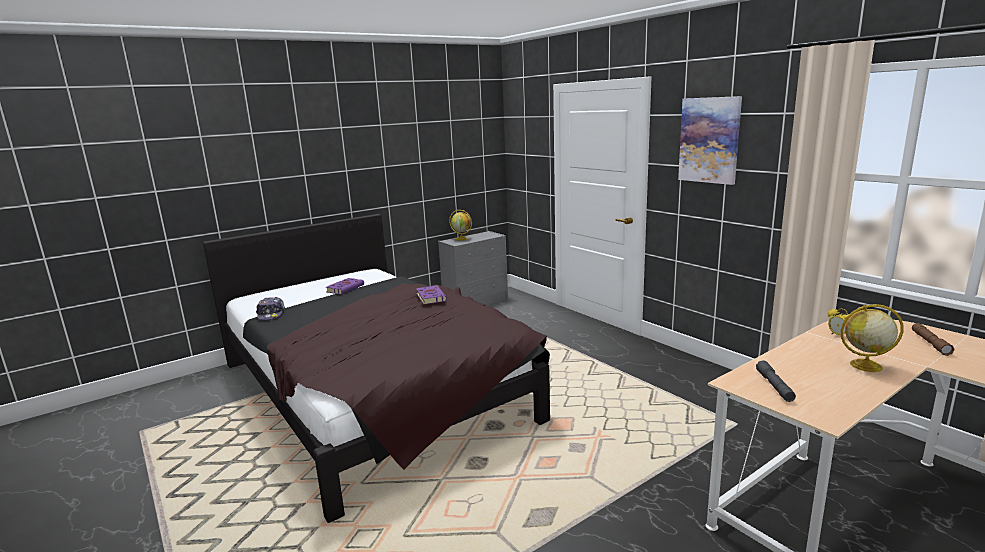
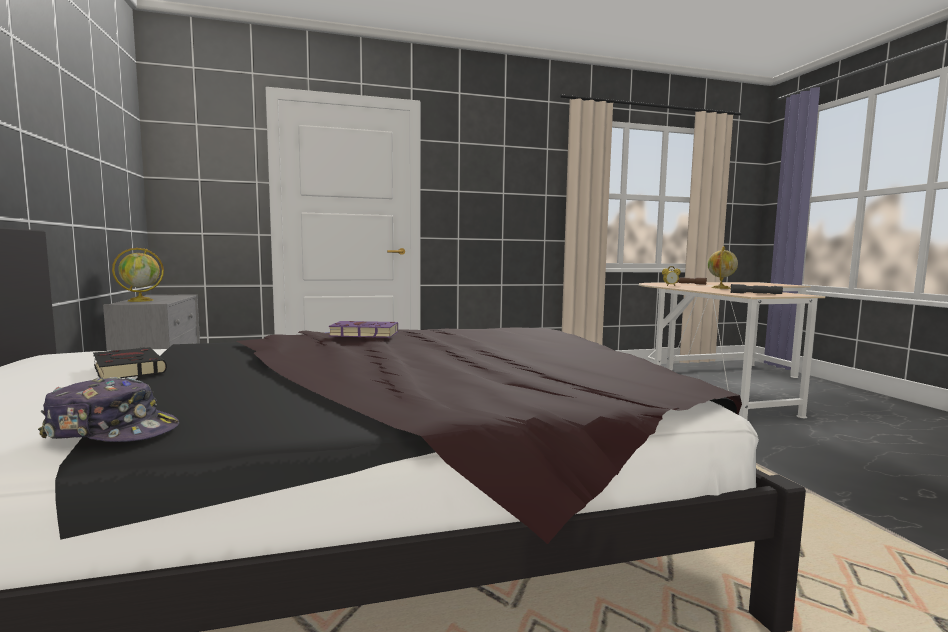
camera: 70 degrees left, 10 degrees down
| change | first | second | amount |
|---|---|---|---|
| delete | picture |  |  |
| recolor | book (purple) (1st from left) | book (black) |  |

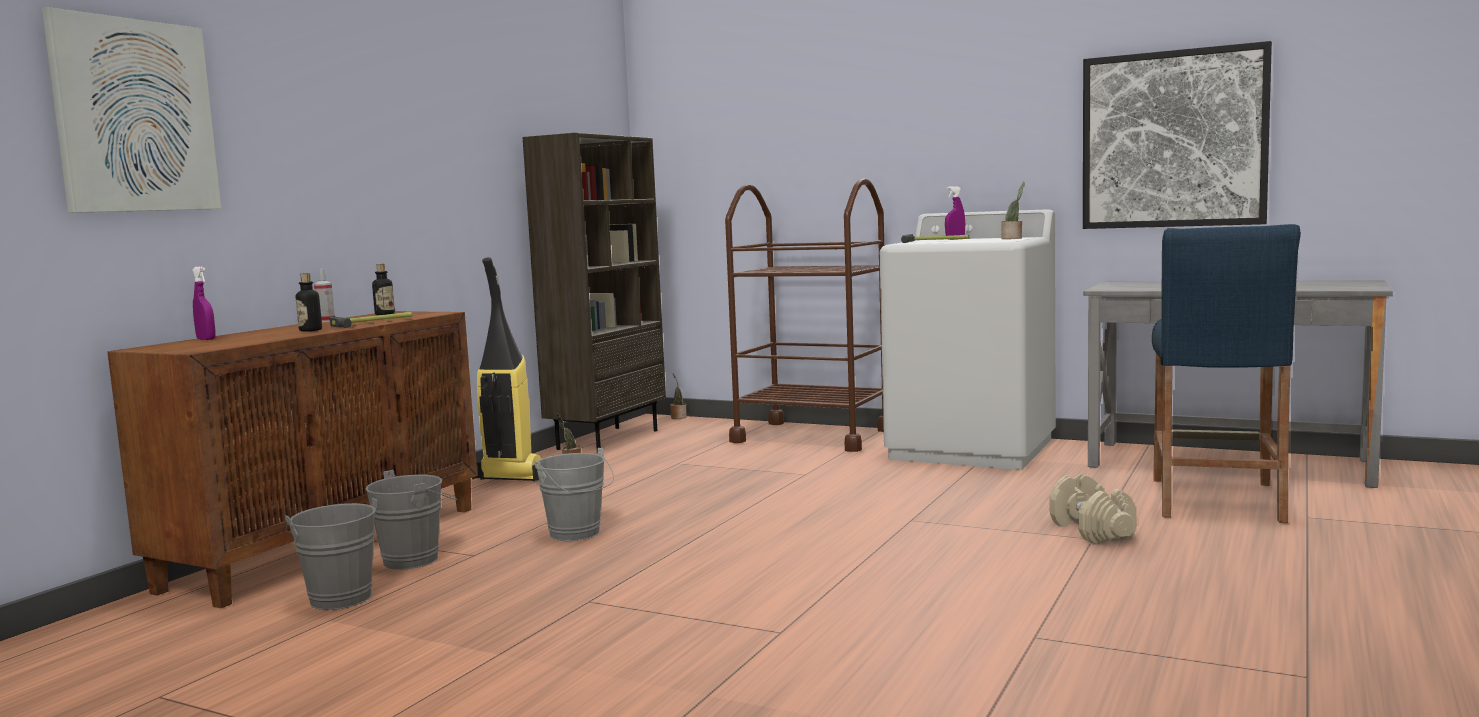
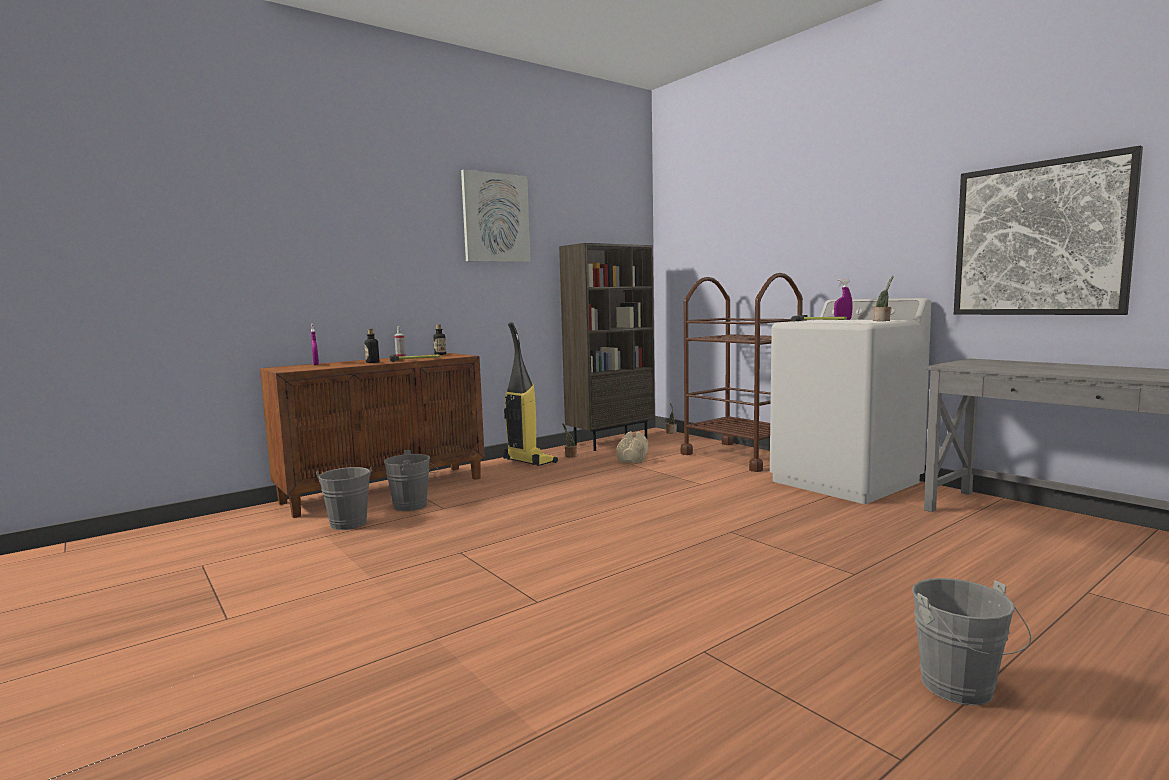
camera: 25 degrees right, 0 degrees up
| change | first | second | amount |
|---|---|---|---|
| delete | stool (blue) |  |  |
| move | picture (1st from left) |  |  |
| move | bucket (grey) (3rd from left) |  |  |
| move | dumbbell (beige) |  |  |

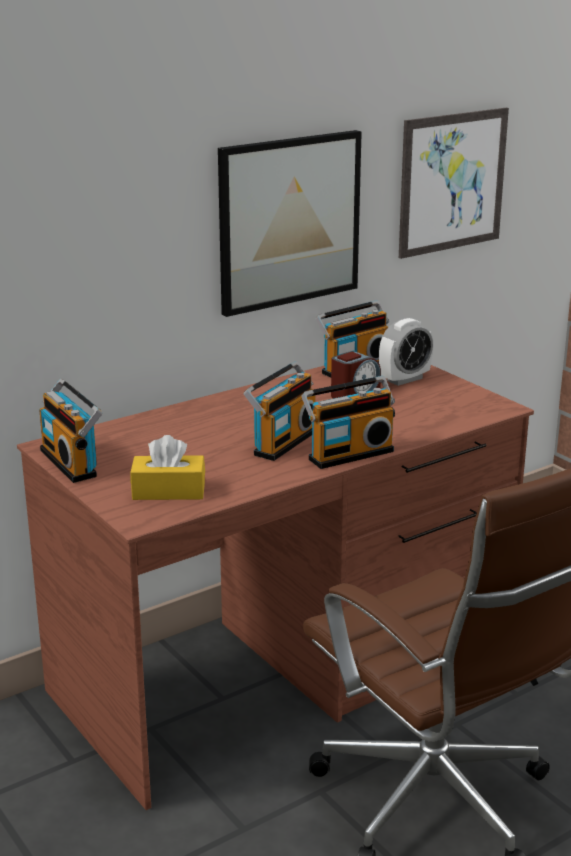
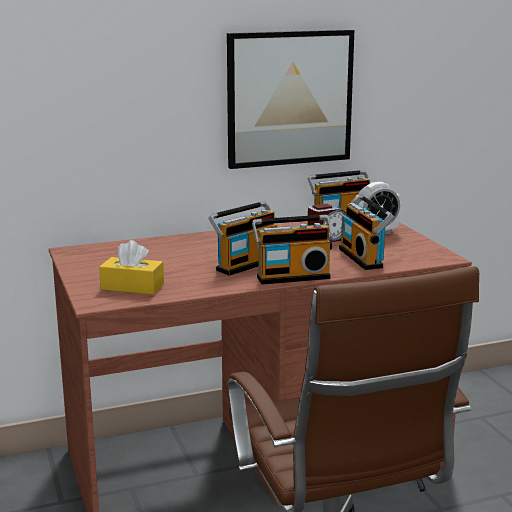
camera: 15 degrees right, 5 degrees down
| change | first | second | amount |
|---|---|---|---|
| delete | picture (2nd from left) |  |  |
| move | radio (1st from left in the first image) | radio (4th from left) |  |

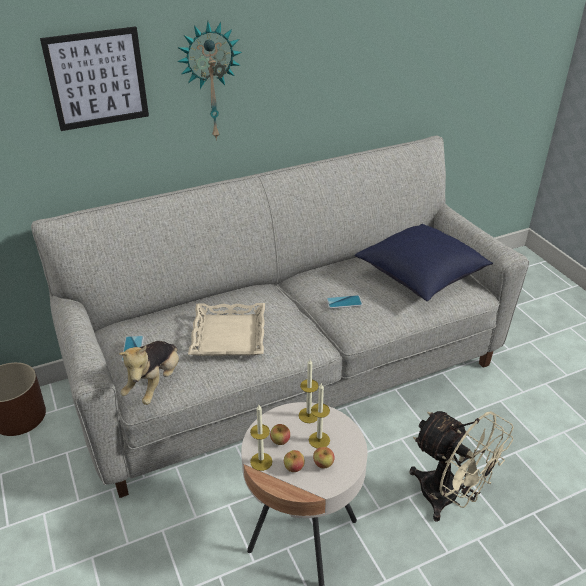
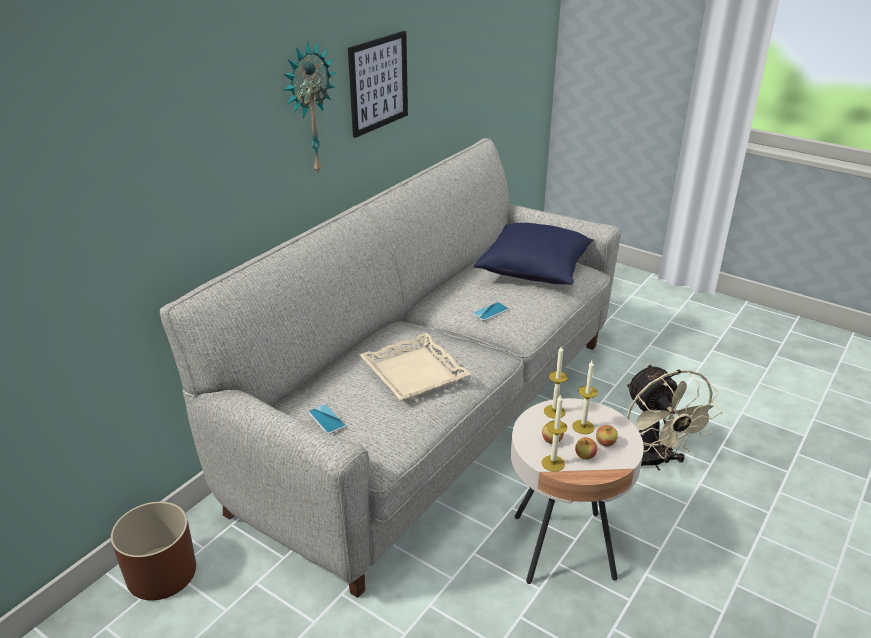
camera: 30 degrees left, 5 degrees down
| change | first | second | amount |
|---|---|---|---|
| delete | plush toy |  |  |
| move | picture |  |  |
| rotate | fan (beige) |  | 60 degrees clockwise |

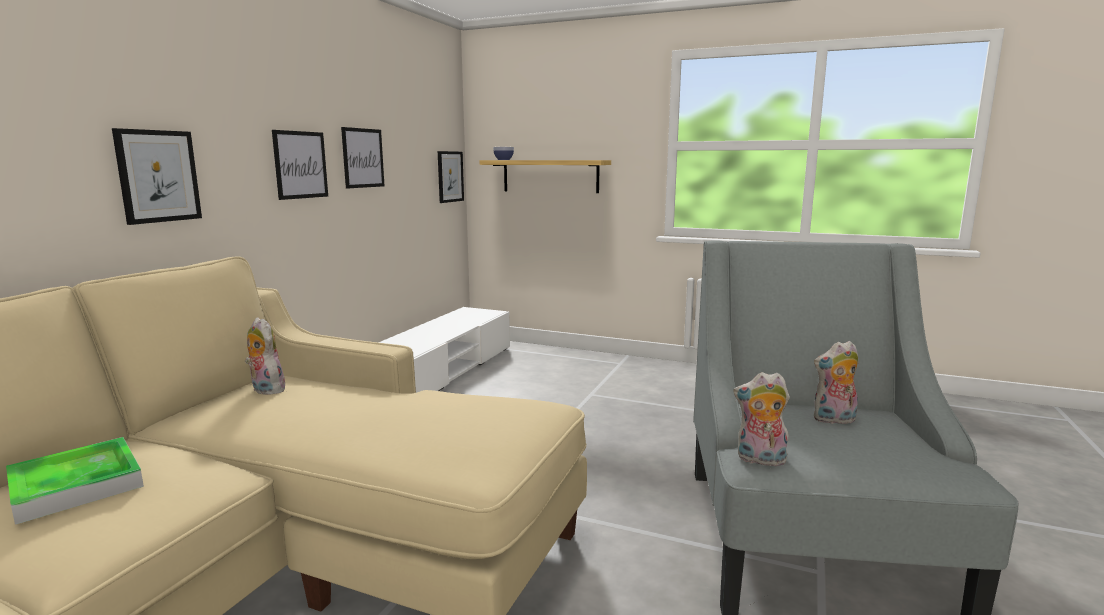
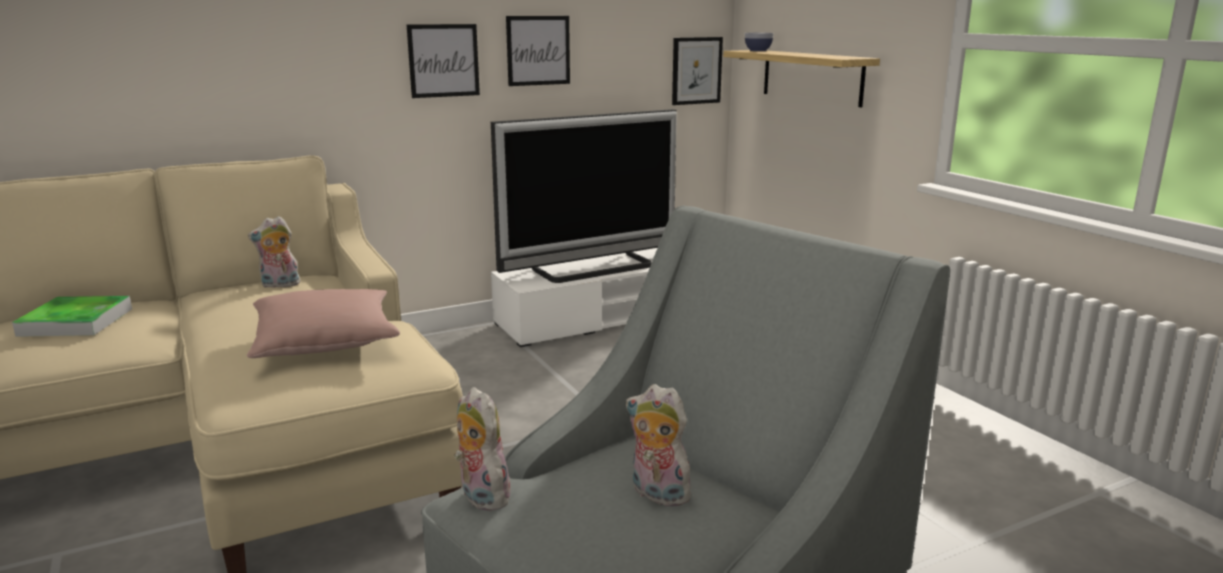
camera: 40 degrees right, 5 degrees up
| change | first | second | amount |
|---|---|---|---|
| delete | picture (1st from left) |  |  |
| insert |  | pillow (pink) |  |
| insert |  | television |  |
| rotate | plush toy (1st from left) |  | 105 degrees counterclockwise |

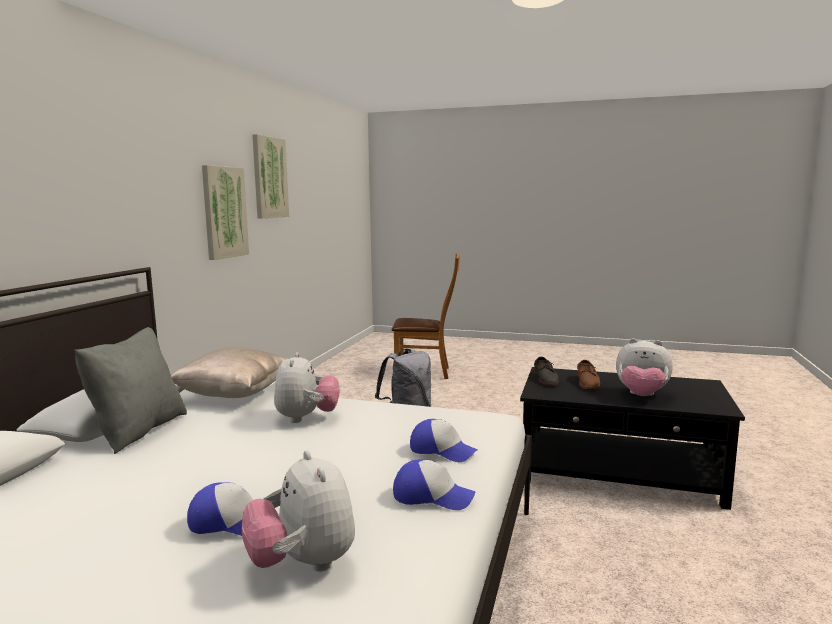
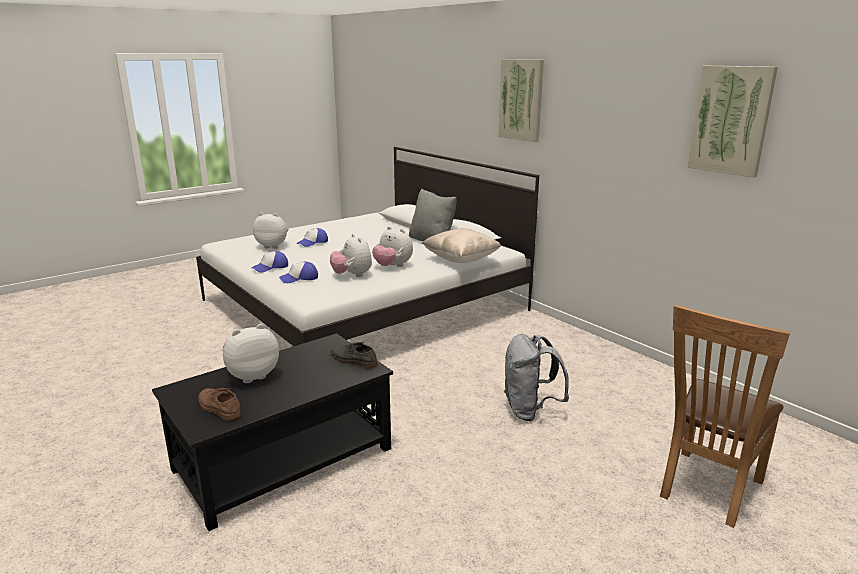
camera: 125 degrees right, 10 degrees up
| change | first | second | amount |
|---|---|---|---|
| insert |  | plush toy (3rd from left) |  |
| move | picture (1st from left) |  |  |
| move | shoe (brown) |  |  |

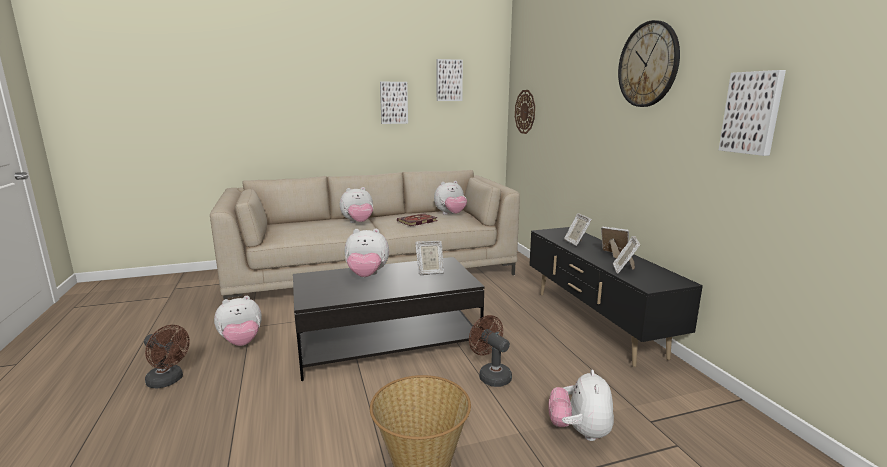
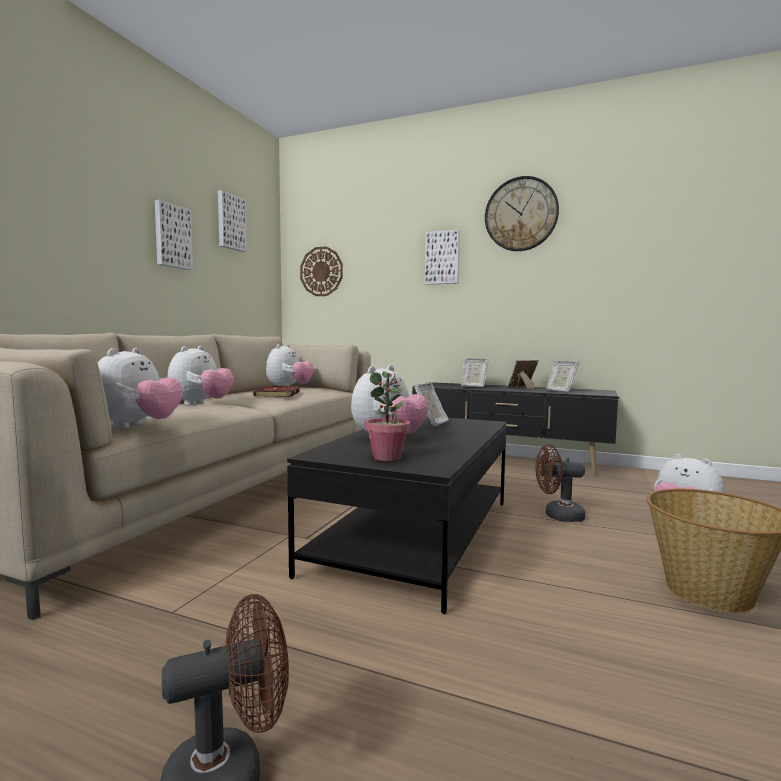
camera: 50 degrees left, 10 degrees down
| change | first | second | amount |
|---|---|---|---|
| insert |  | potted plant |  |
| move | plush toy (1st from left) |  |  |
| move | picture (3rd from left) |  |  |

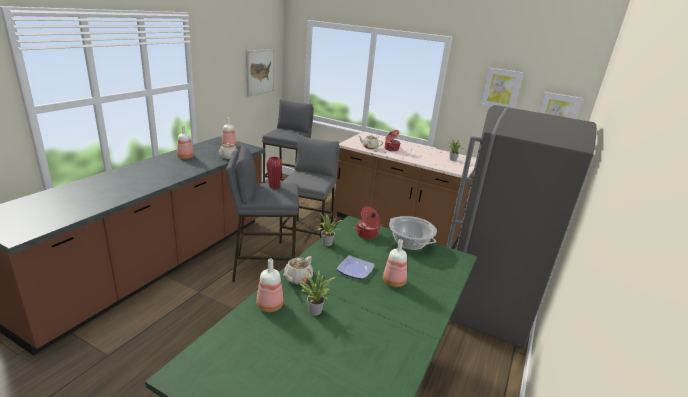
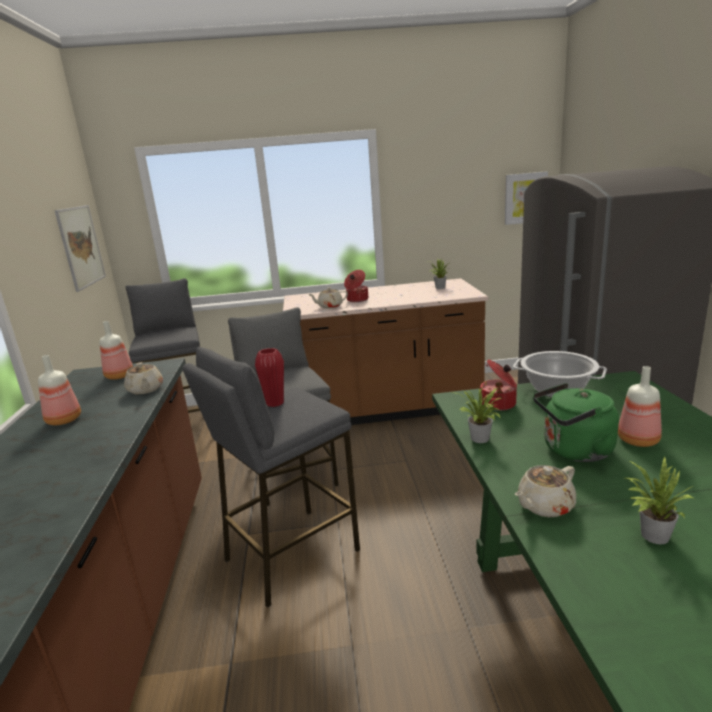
camera: 30 degrees left, 5 degrees down
| change | first | second | amount |
|---|---|---|---|
| delete | bottle (3rd from left) |  |  |
| delete | picture (2nd from left) |  |  |
| replace | plate | kettle (green) |  |
| rotate | teapot (beige) (2nd from left in the first image) | teapot (beige) (3rd from left) | 60 degrees clockwise |

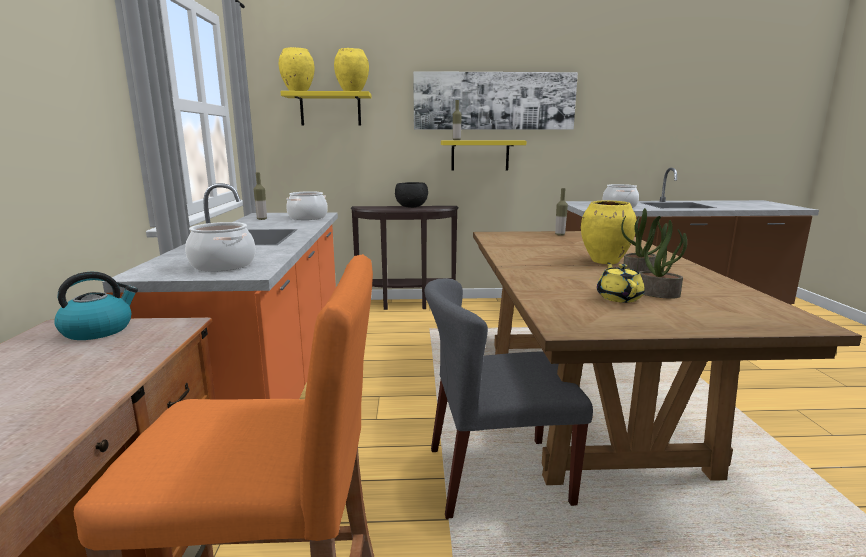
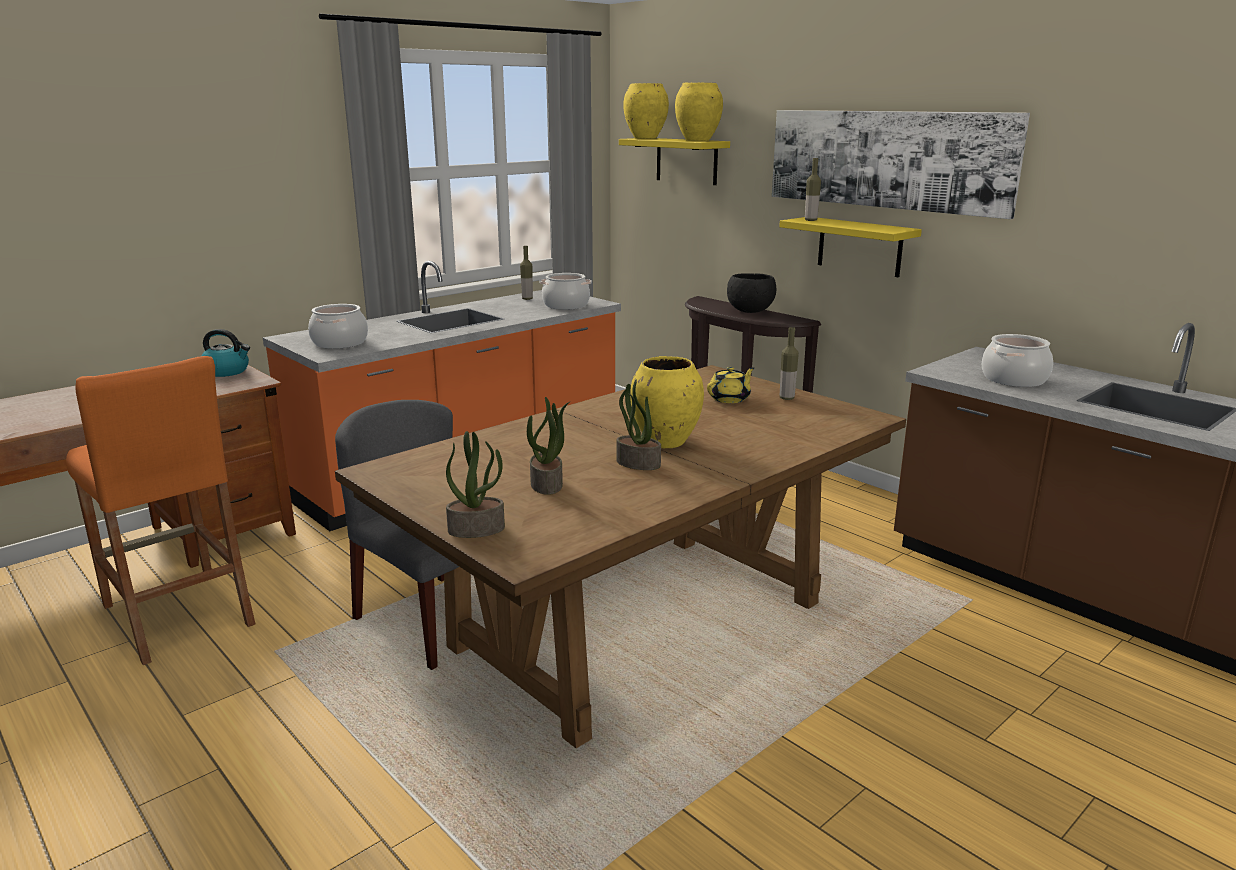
camera: 50 degrees right, 5 degrees up
| change | first | second | amount |
|---|---|---|---|
| insert |  | potted plant (1st from left) |  |
| move | teapot (yellow) |  |  |

